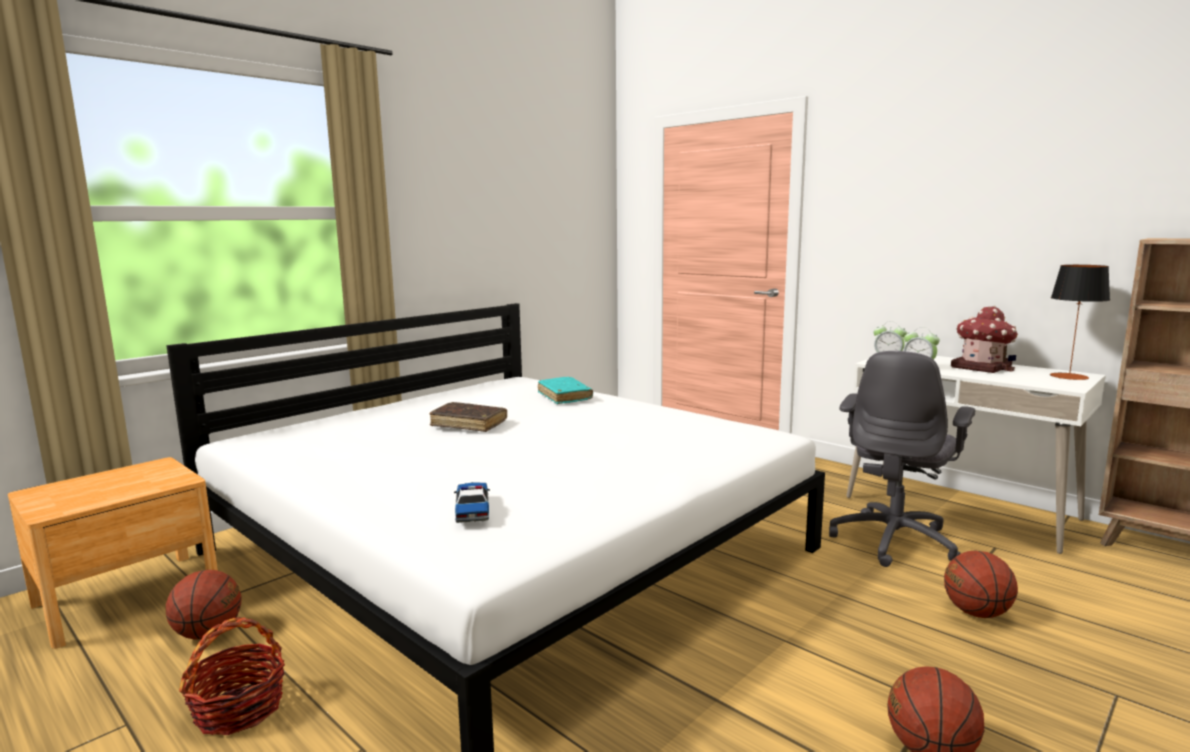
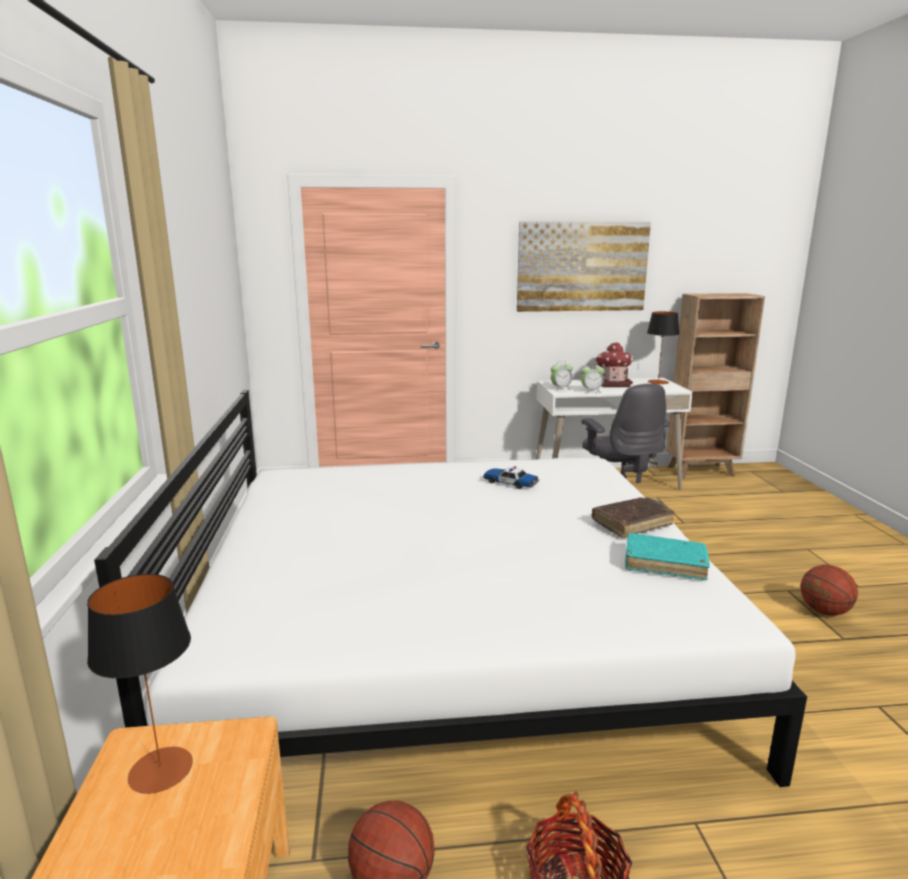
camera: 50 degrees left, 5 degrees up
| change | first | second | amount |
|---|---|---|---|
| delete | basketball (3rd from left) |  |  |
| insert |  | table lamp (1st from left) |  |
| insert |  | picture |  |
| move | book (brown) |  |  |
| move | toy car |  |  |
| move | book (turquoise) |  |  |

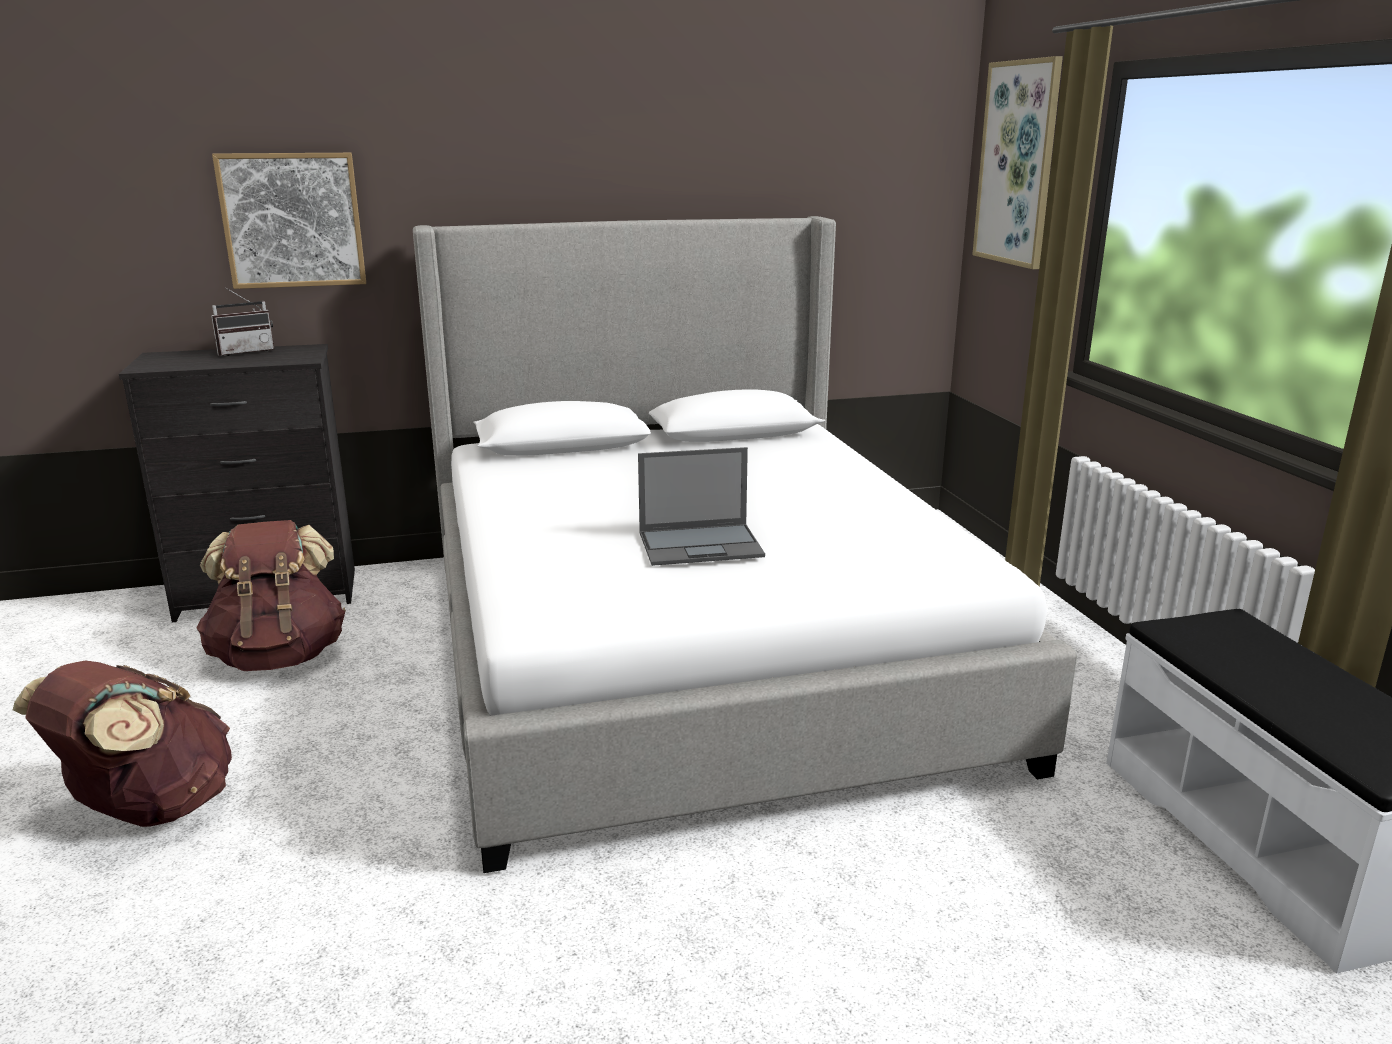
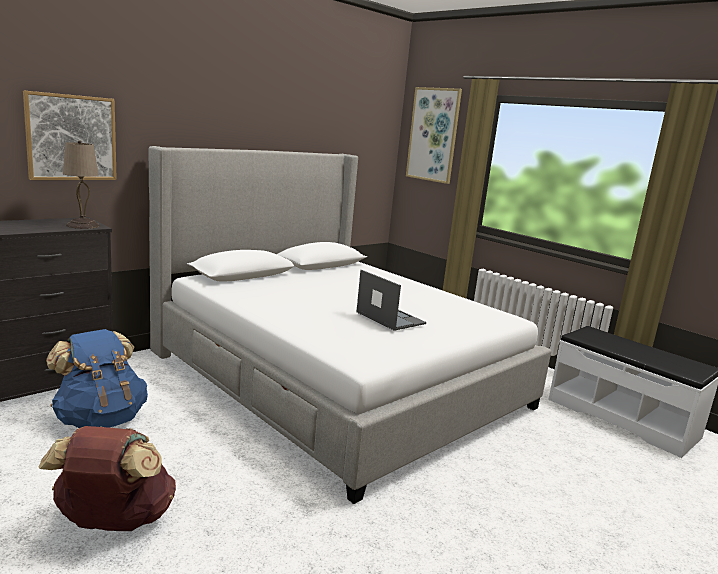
camera: 30 degrees left, 5 degrees down
| change | first | second | amount |
|---|---|---|---|
| delete | radio |  |  |
| insert |  | table lamp (beige) |  |
| recolor | backpack (brown) (2nd from left) | backpack (blue) |  |
| rotate | laptop |  | 90 degrees counterclockwise |

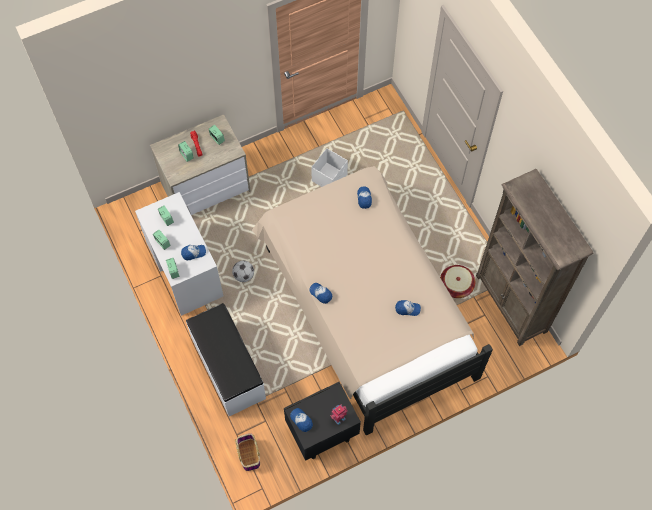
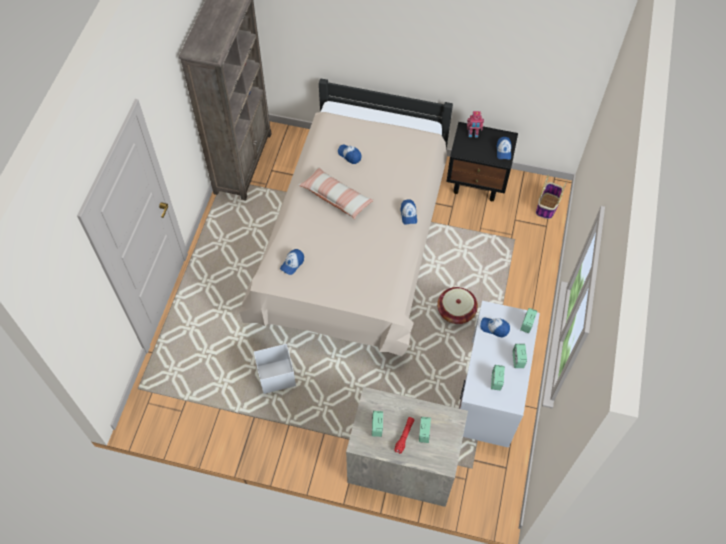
camera: 140 degrees left, 5 degrees down
| change | first | second | amount |
|---|---|---|---|
| delete | bench (white) |  |  |
| delete | football |  |  |
| insert |  | pillow |  |
| move | basket (2nd from left in the first image) | basket (1st from left) |  |

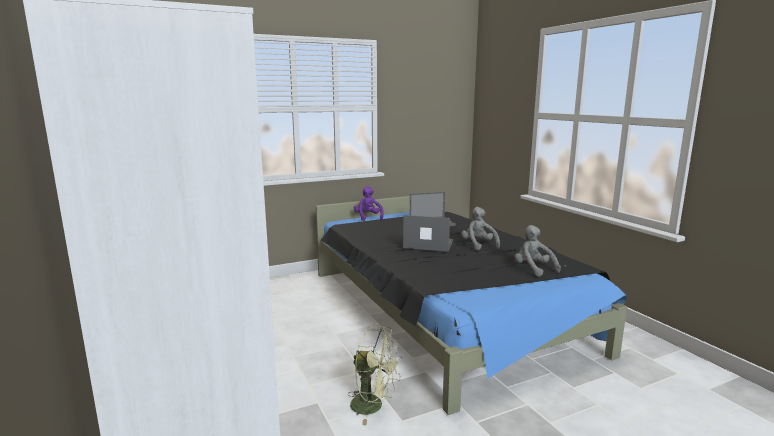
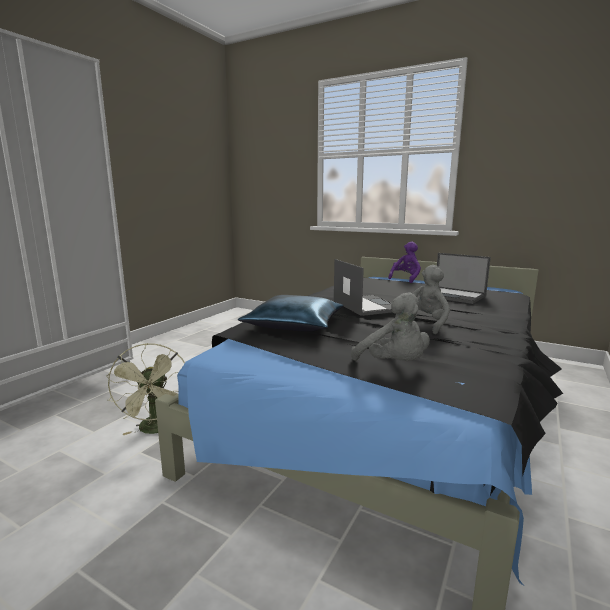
camera: 55 degrees right, 0 degrees up
| change | first | second | amount |
|---|---|---|---|
| insert |  | pillow (blue) |  |
| rotate | plush toy (grey) (2nd from left in the first image) | plush toy (grey) (1st from left) | 120 degrees clockwise |

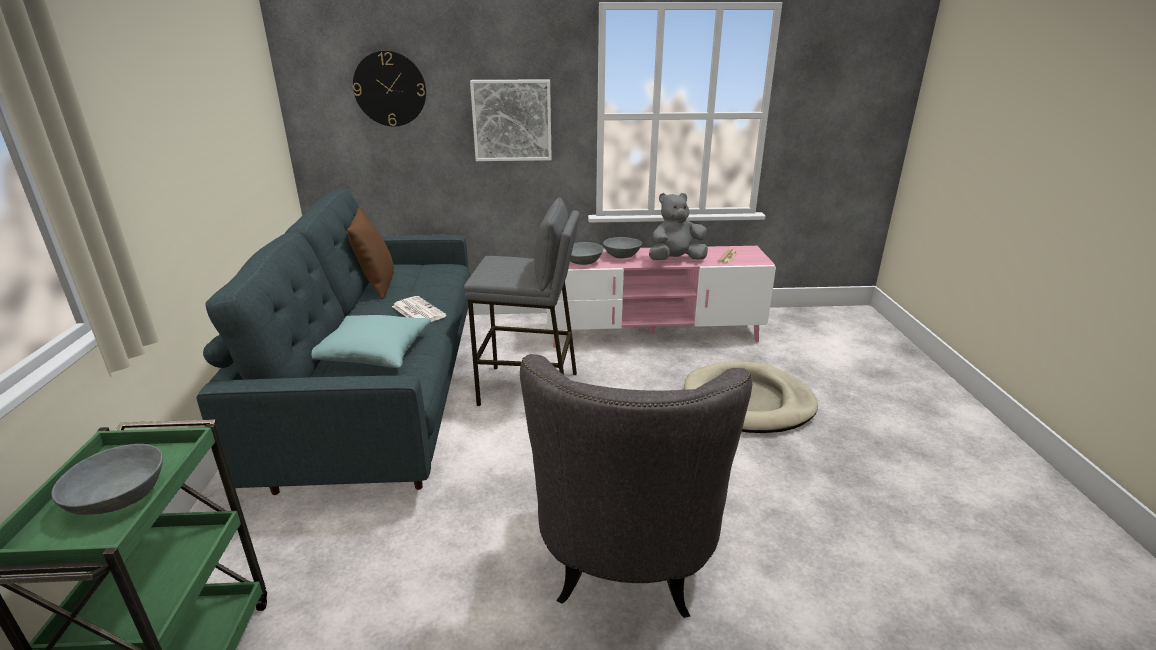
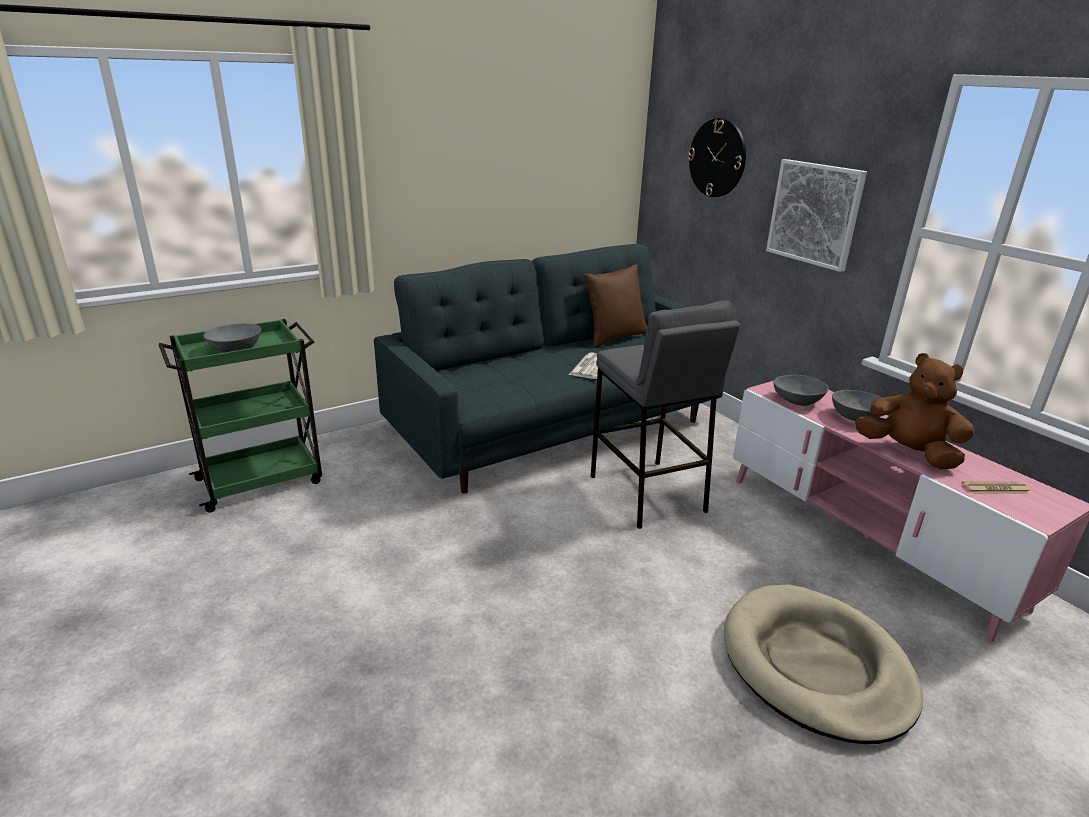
camera: 60 degrees right, 0 degrees up
| change | first | second | amount |
|---|---|---|---|
| delete | pillow (turquoise) |  |  |
| delete | armchair (grey) |  |  |
| recolor | plush toy (grey) | plush toy (brown) |  |

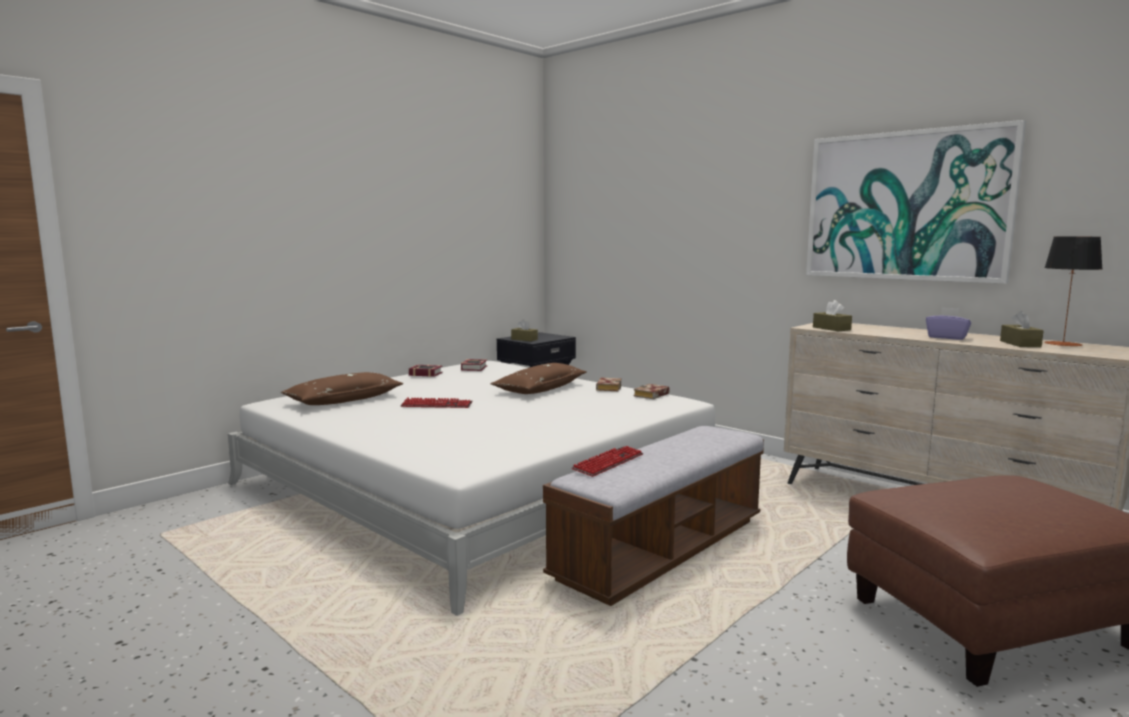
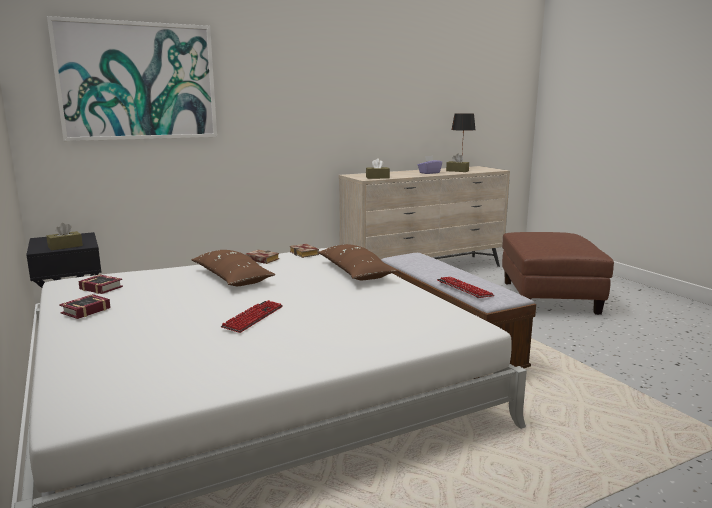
camera: 70 degrees left, 5 degrees up
| change | first | second | amount |
|---|---|---|---|
| move | pillow (brown) (1st from left in the first image) | pillow (brown) (2nd from left) |  |
| move | picture |  |  |

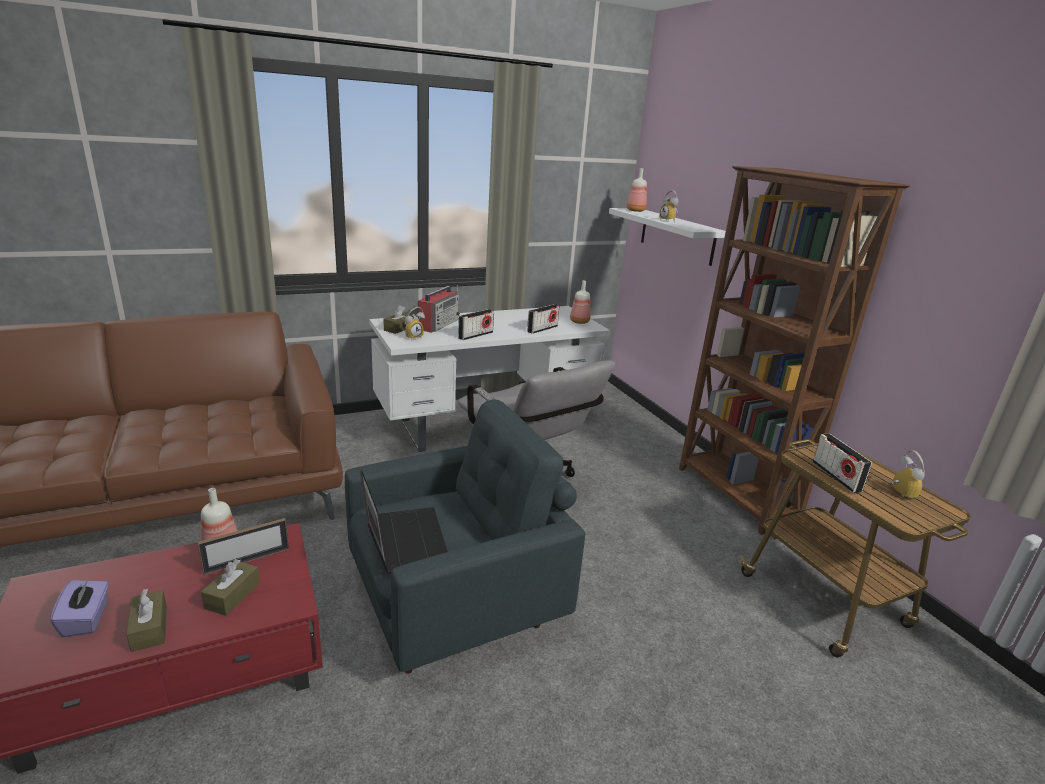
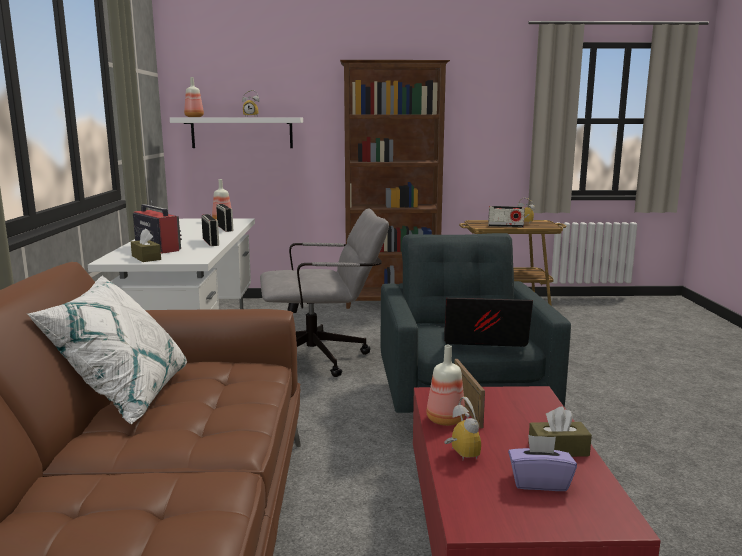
camera: 65 degrees left, 10 degrees down
| change | first | second | amount |
|---|---|---|---|
| delete | tissue box (brown) (2nd from left) |  |  |
| insert |  | pillow (white) |  |
| move | alarm clock (1st from left in the first image) | alarm clock (2nd from left) |  |

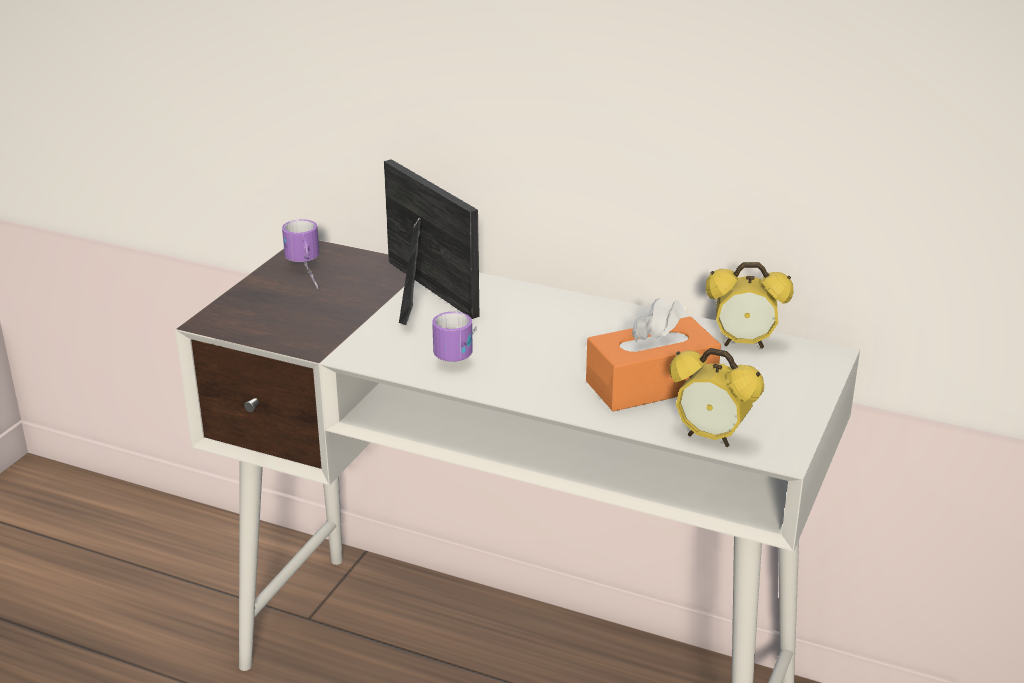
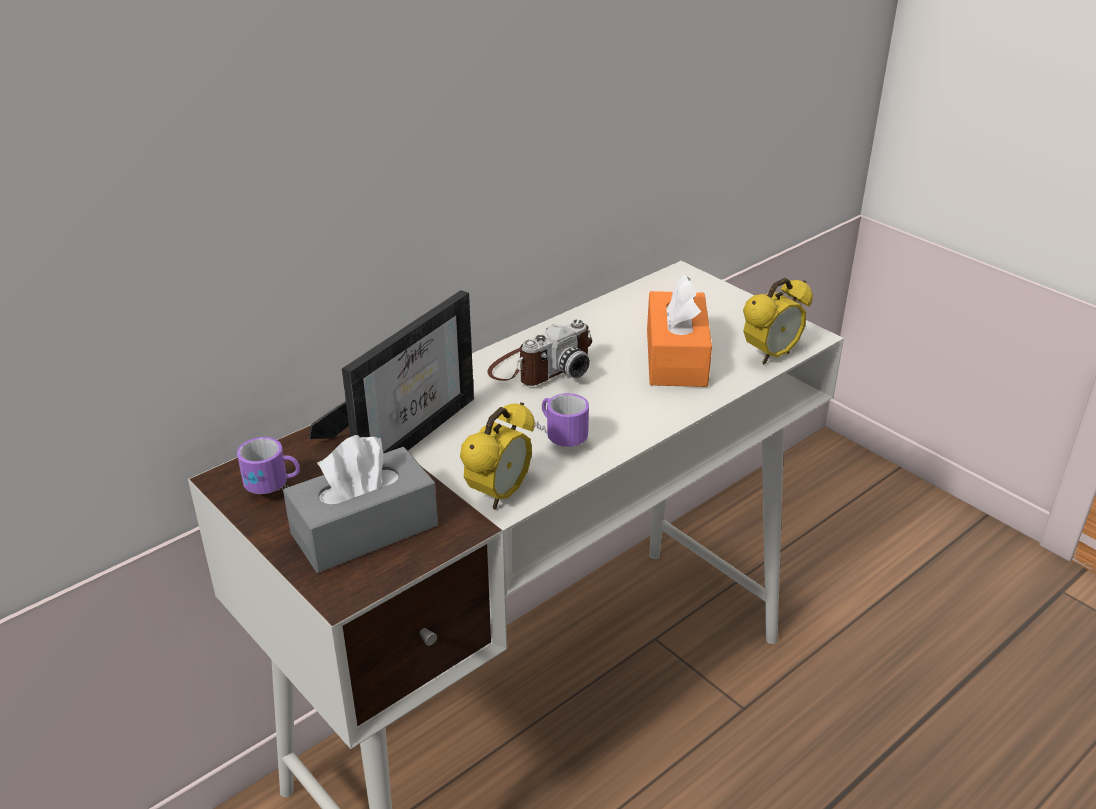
camera: 65 degrees left, 5 degrees up
| change | first | second | amount |
|---|---|---|---|
| insert |  | tissue box (grey) |  |
| insert |  | photo camera |  |
| move | alarm clock (2nd from left in the first image) | alarm clock (1st from left) |  |
| rotate | picture frame |  | 135 degrees clockwise |

